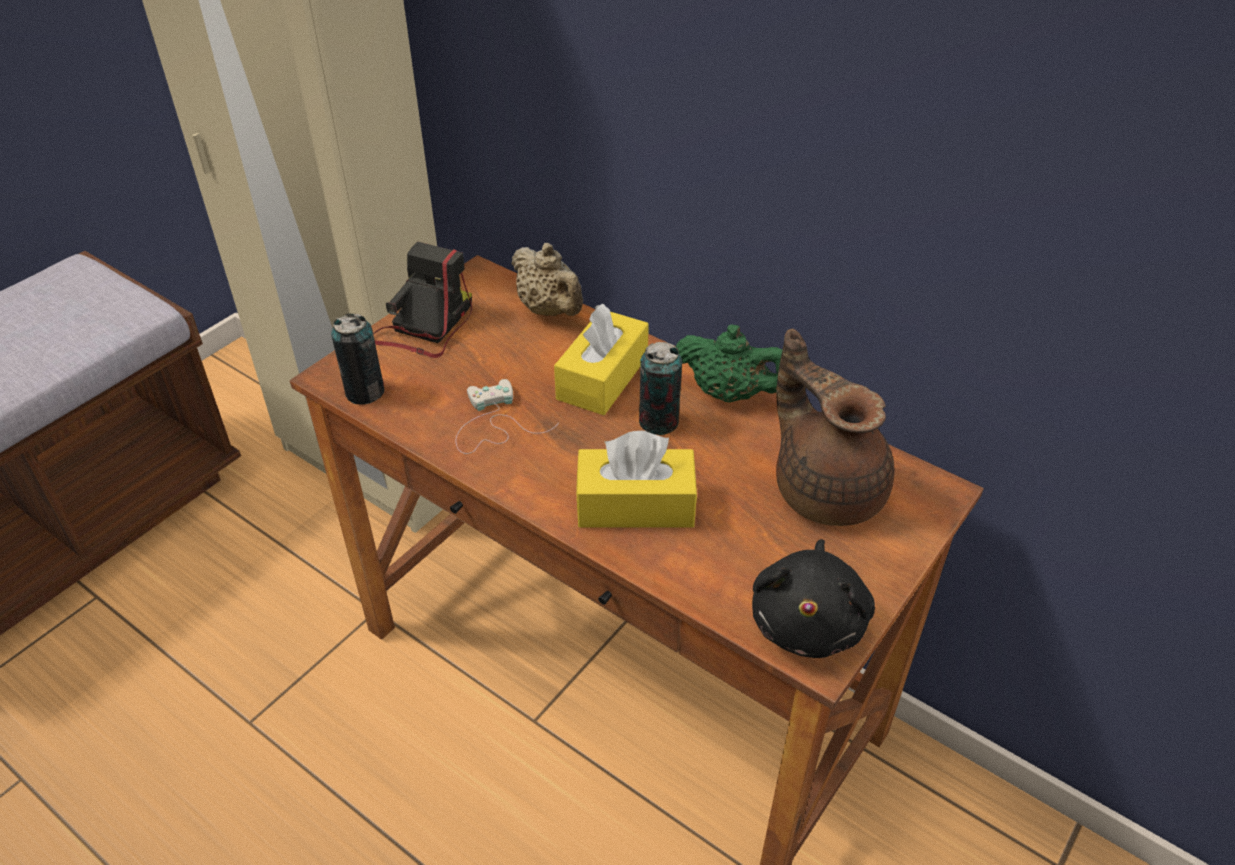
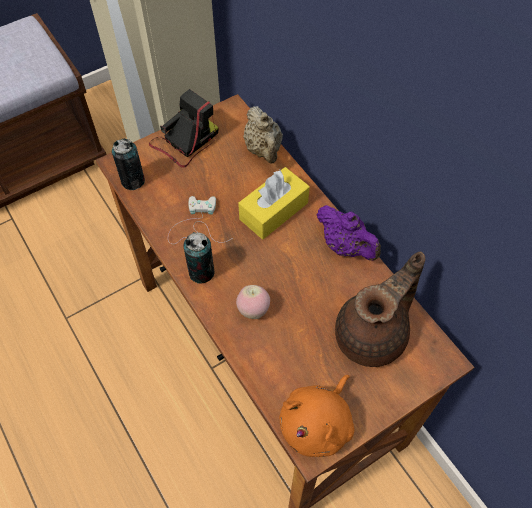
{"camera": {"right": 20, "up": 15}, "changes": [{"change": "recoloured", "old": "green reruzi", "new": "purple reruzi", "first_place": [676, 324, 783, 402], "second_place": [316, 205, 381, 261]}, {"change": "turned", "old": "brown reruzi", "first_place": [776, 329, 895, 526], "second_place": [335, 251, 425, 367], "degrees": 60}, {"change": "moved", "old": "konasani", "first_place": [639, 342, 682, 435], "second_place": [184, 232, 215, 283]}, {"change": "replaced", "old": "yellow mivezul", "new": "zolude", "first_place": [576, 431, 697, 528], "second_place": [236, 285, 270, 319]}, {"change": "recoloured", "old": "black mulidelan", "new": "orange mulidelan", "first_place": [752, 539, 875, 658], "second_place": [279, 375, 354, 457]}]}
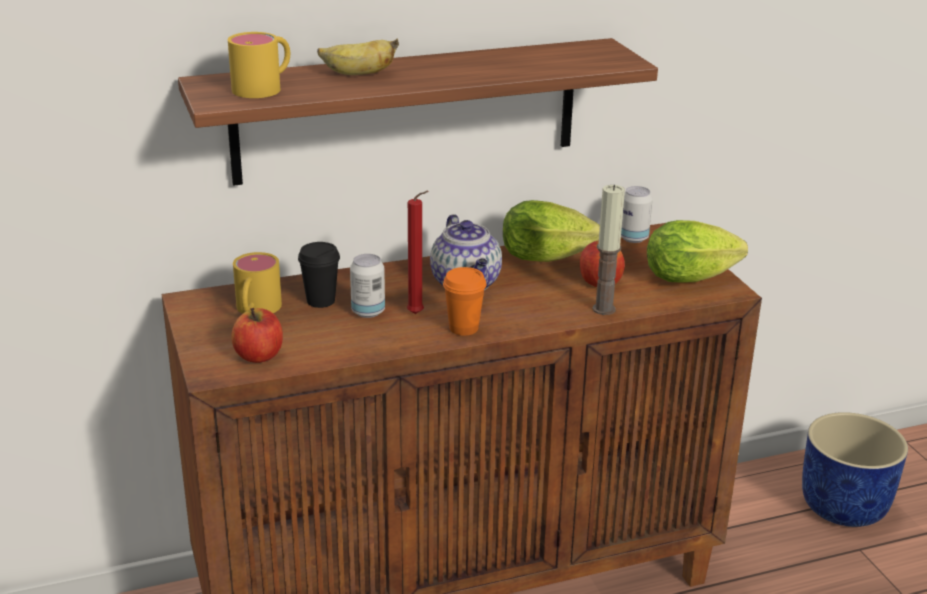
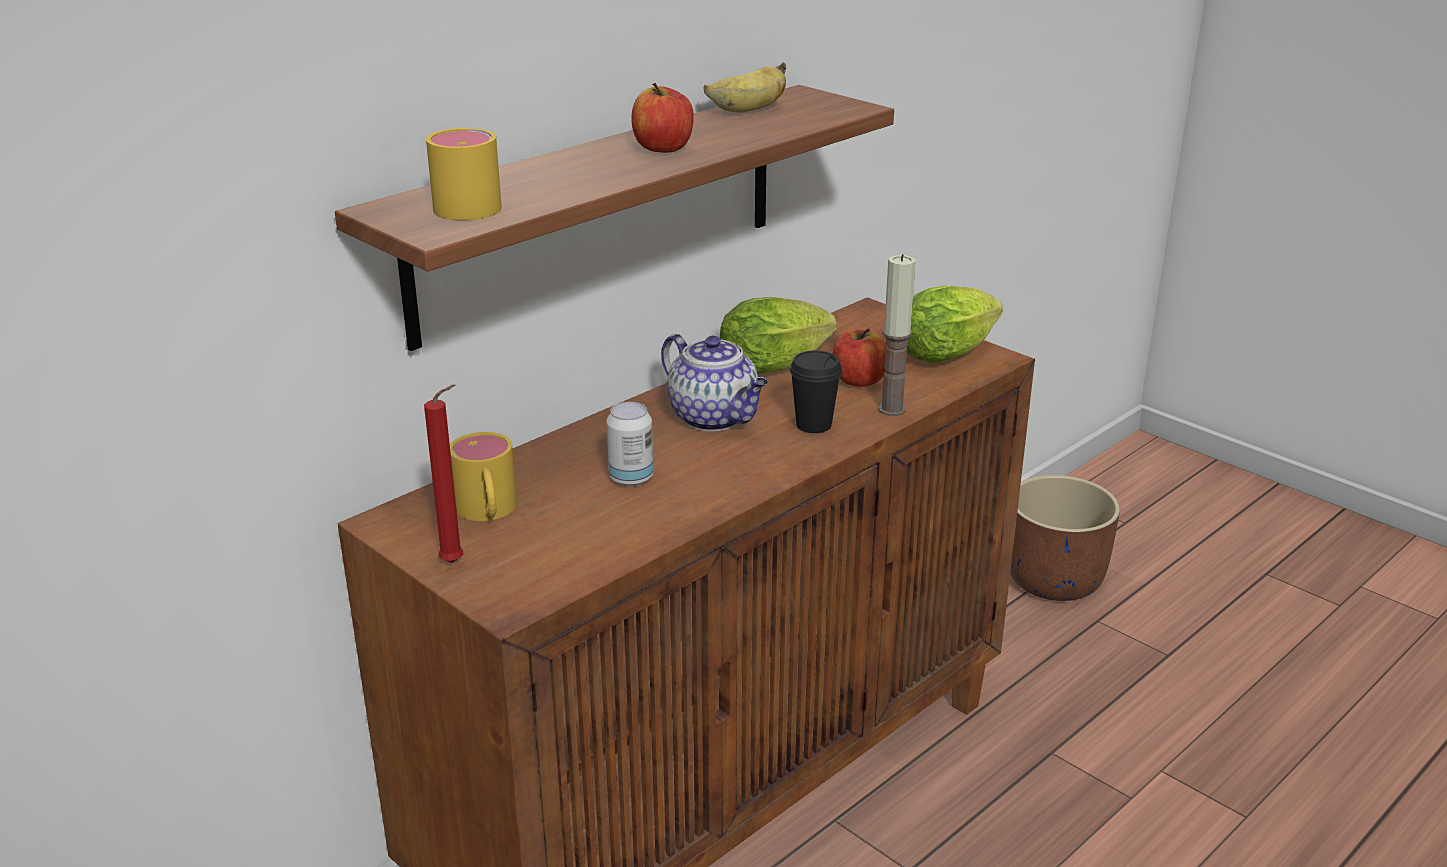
{"camera": {"right": -25, "up": 0}, "changes": [{"change": "moved", "old": "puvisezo", "first_place": [317, 39, 399, 75], "second_place": [704, 62, 786, 113]}, {"change": "removed", "old": "konasani", "first_place": [621, 186, 653, 243]}, {"change": "moved", "old": "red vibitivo", "first_place": [407, 191, 429, 314], "second_place": [424, 384, 463, 563]}, {"change": "moved", "old": "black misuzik", "first_place": [298, 242, 340, 308], "second_place": [790, 350, 842, 433]}, {"change": "removed", "old": "orange misuzik", "first_place": [443, 267, 486, 336]}, {"change": "moved", "old": "zolude", "first_place": [232, 308, 283, 363], "second_place": [631, 83, 694, 153]}, {"change": "recoloured", "old": "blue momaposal", "new": "brown momaposal", "first_place": [802, 412, 908, 527], "second_place": [1010, 475, 1120, 601]}]}
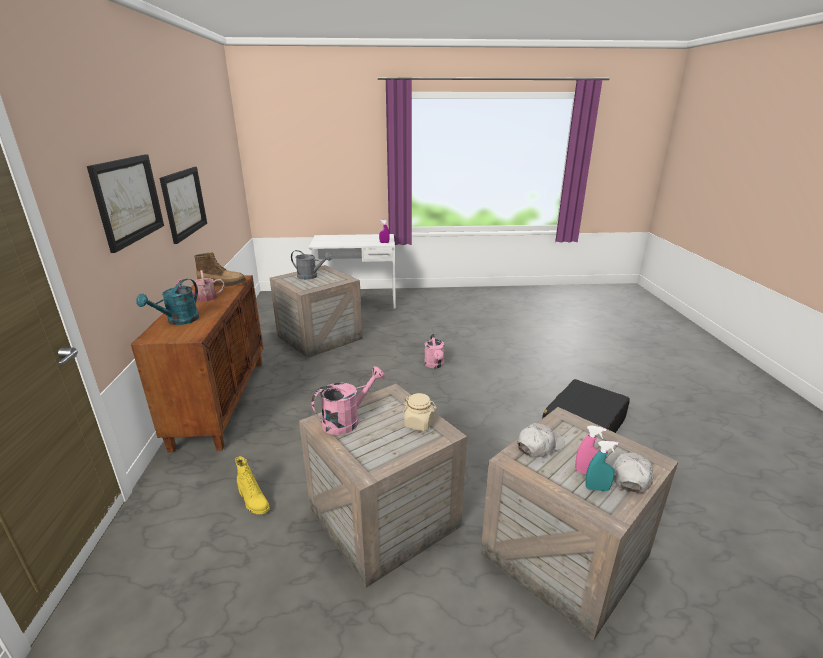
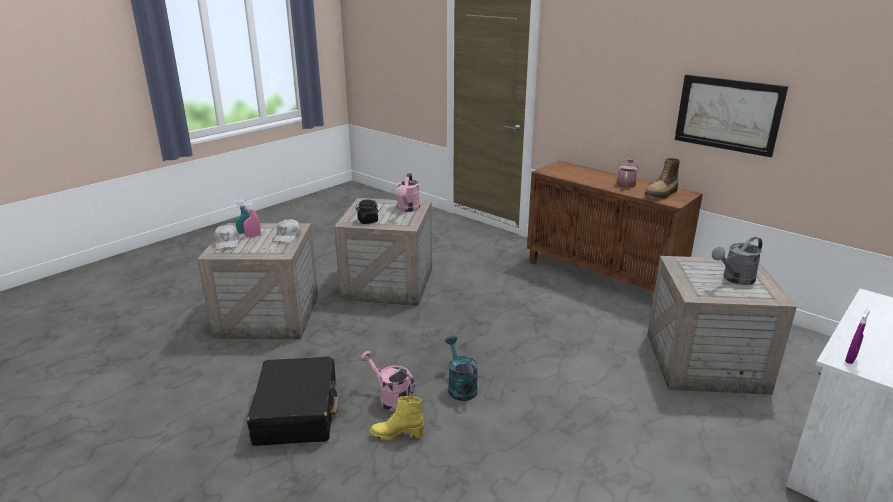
{"camera": {"right": 135, "up": 0}, "changes": [{"change": "removed", "old": "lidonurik", "first_place": [87, 154, 164, 253]}, {"change": "moved", "old": "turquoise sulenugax", "first_place": [136, 279, 199, 325], "second_place": [445, 336, 478, 401]}, {"change": "moved", "old": "pink sulenugax", "first_place": [424, 334, 444, 368], "second_place": [360, 351, 415, 411]}, {"change": "recoloured", "old": "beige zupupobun", "new": "black zupupobun", "first_place": [403, 393, 436, 431], "second_place": [355, 200, 379, 224]}, {"change": "moved", "old": "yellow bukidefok", "first_place": [235, 456, 270, 515], "second_place": [370, 396, 424, 440]}]}
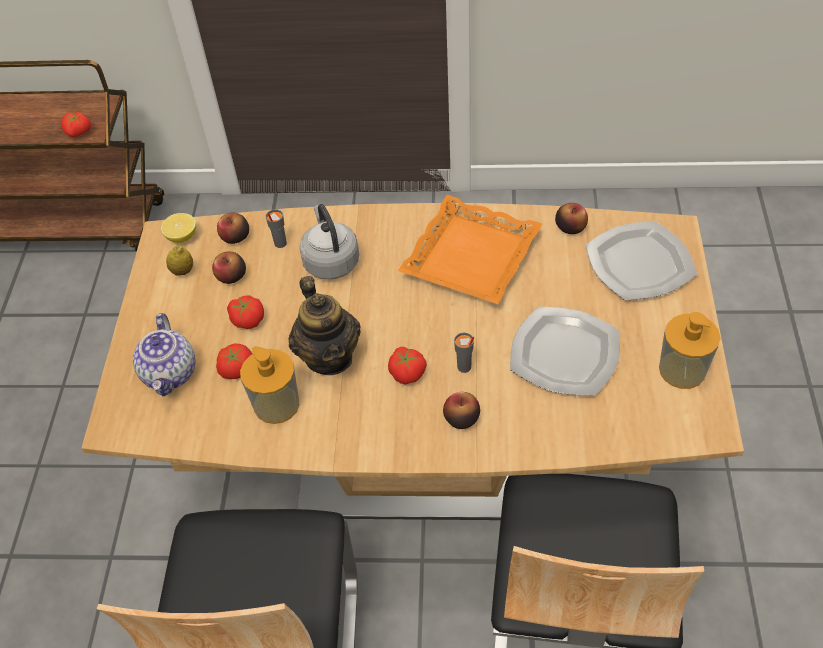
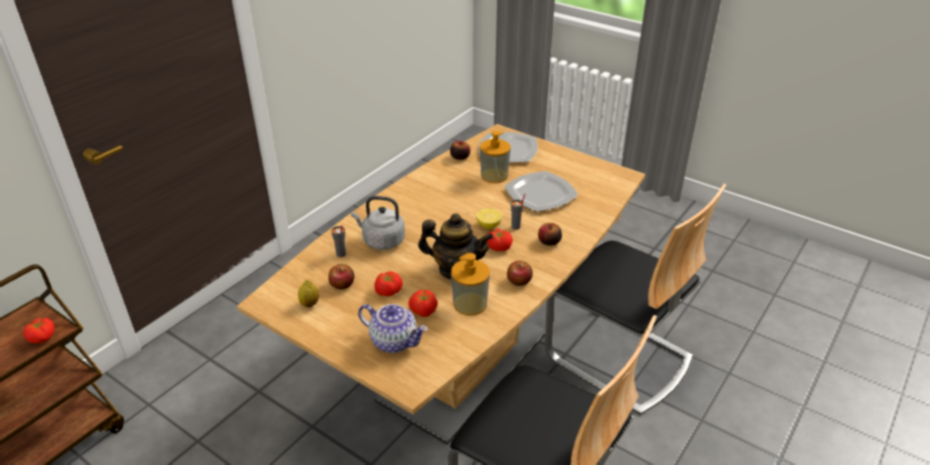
{"camera": {"right": -60, "up": -15}, "changes": [{"change": "removed", "old": "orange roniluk", "first_place": [398, 195, 542, 304]}, {"change": "moved", "old": "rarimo", "first_place": [161, 213, 196, 243], "second_place": [476, 209, 502, 229]}, {"change": "moved", "old": "zolude", "first_place": [217, 213, 249, 244], "second_place": [507, 261, 533, 286]}, {"change": "moved", "old": "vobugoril", "first_place": [659, 312, 720, 389], "second_place": [480, 131, 511, 183]}]}
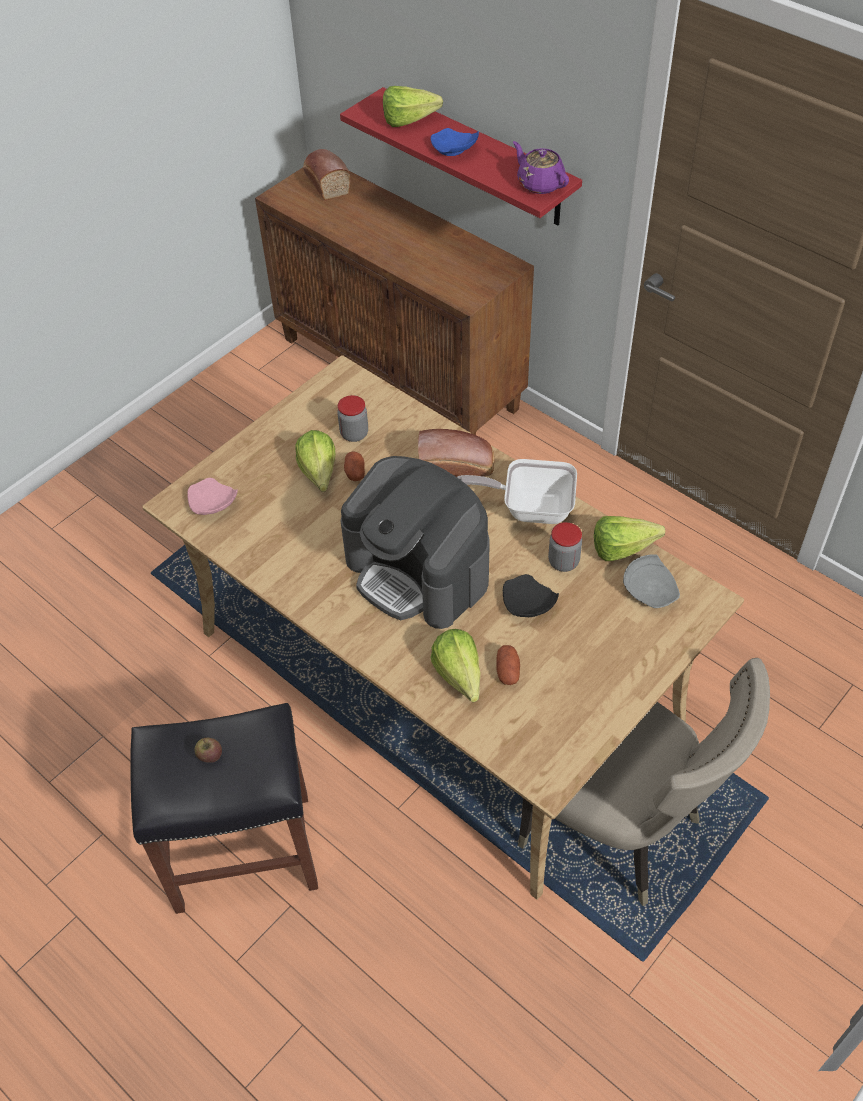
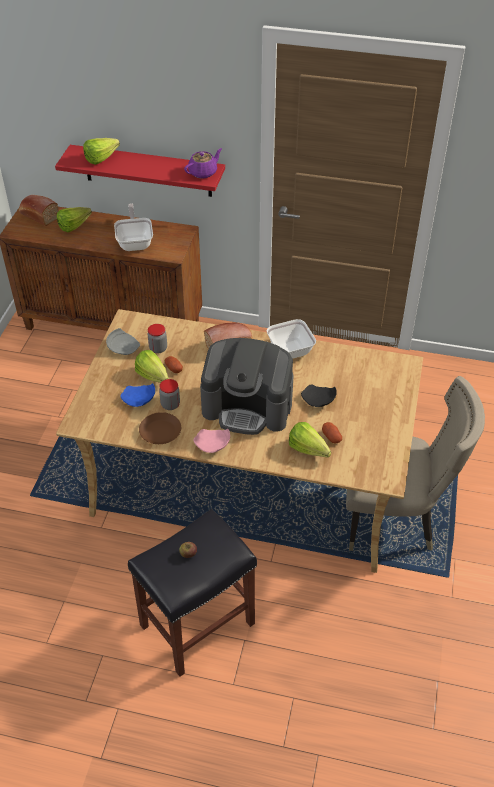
{"camera": {"right": -30, "up": -5}, "changes": [{"change": "moved", "old": "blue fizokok", "first_place": [431, 128, 479, 156], "second_place": [120, 383, 155, 407]}, {"change": "turned", "old": "purple reruzi", "first_place": [513, 141, 569, 194], "second_place": [184, 148, 222, 179], "degrees": 120}, {"change": "moved", "old": "pink fizokok", "first_place": [187, 478, 238, 515], "second_place": [194, 429, 230, 453]}, {"change": "moved", "old": "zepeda", "first_place": [594, 516, 665, 561], "second_place": [57, 207, 92, 232]}, {"change": "moved", "old": "zupupobun", "first_place": [548, 522, 582, 572], "second_place": [159, 379, 180, 410]}, {"change": "moved", "old": "grey fizokok", "first_place": [623, 554, 680, 608], "second_place": [106, 328, 140, 355]}, {"change": "added", "new": "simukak", "second_place": [114, 204, 153, 251]}, {"change": "added", "new": "brown fizokok", "second_place": [139, 412, 181, 444]}]}
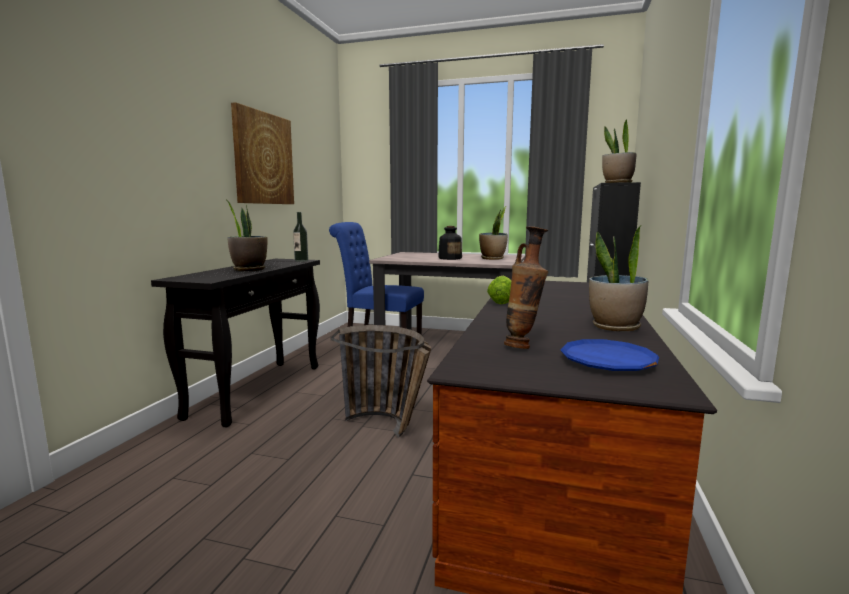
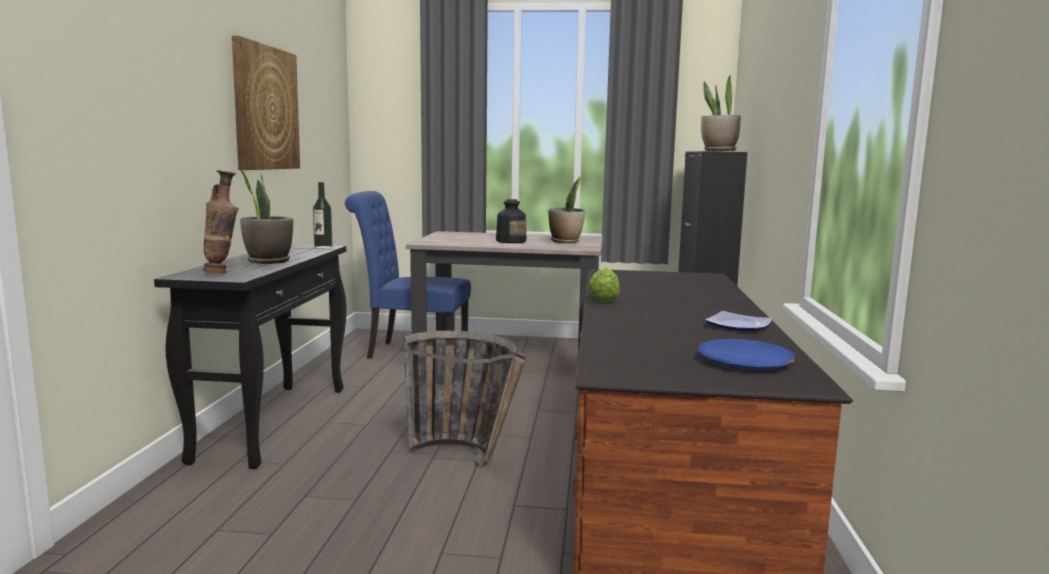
{"camera": {"right": -10, "up": 0}, "changes": [{"change": "replaced", "old": "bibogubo", "new": "fizokok", "first_place": [589, 225, 648, 332], "second_place": [704, 311, 773, 332]}, {"change": "moved", "old": "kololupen", "first_place": [504, 226, 548, 349], "second_place": [203, 170, 239, 273]}]}
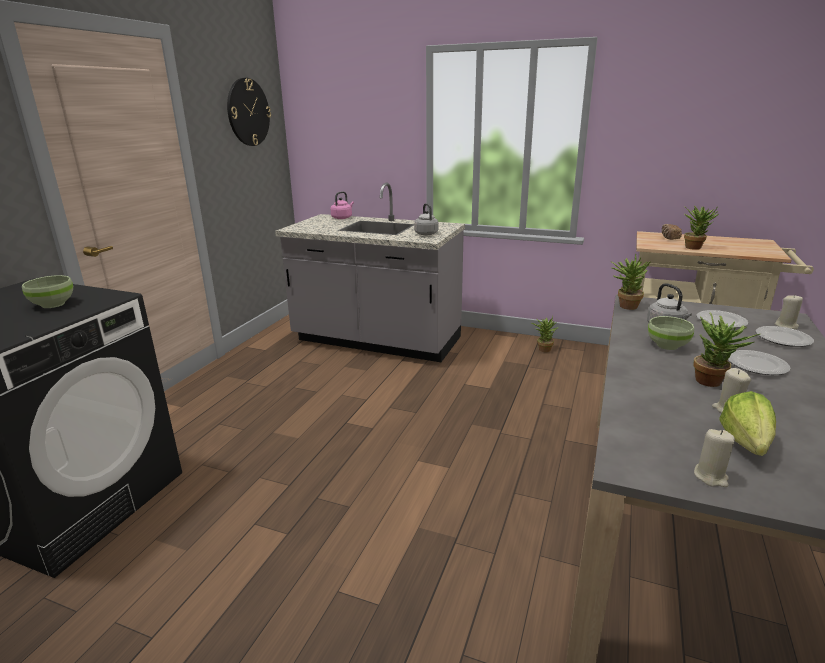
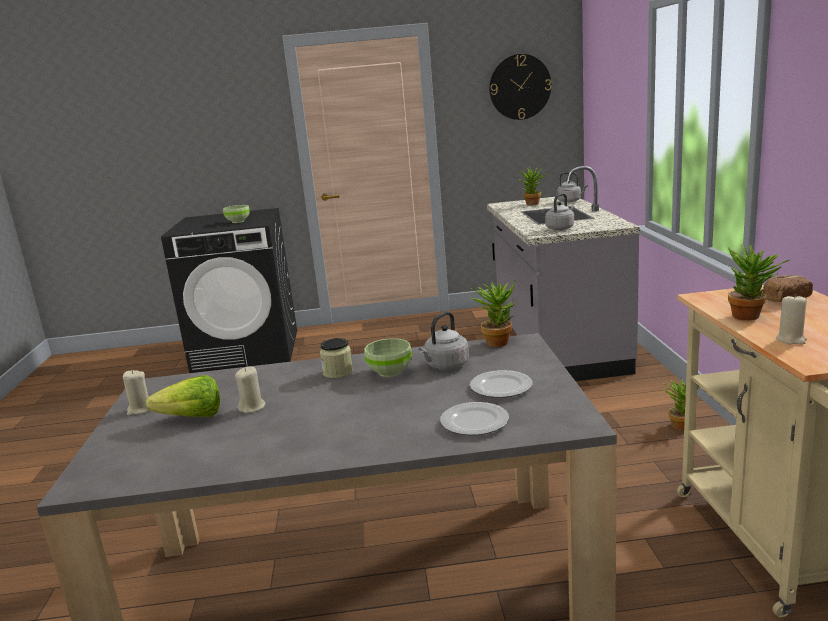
{"camera": {"right": 65, "up": -5}, "changes": [{"change": "recoloured", "old": "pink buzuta", "new": "grey buzuta", "first_place": [330, 191, 354, 219], "second_place": [557, 172, 588, 203]}, {"change": "moved", "old": "beige vibitivo", "first_place": [775, 294, 803, 329], "second_place": [776, 294, 807, 345]}, {"change": "moved", "old": "bibogubo", "first_place": [693, 313, 760, 387], "second_place": [519, 167, 545, 205]}, {"change": "removed", "old": "fizokok", "first_place": [729, 350, 790, 375]}, {"change": "added", "new": "zupupobun", "second_place": [320, 338, 353, 379]}]}
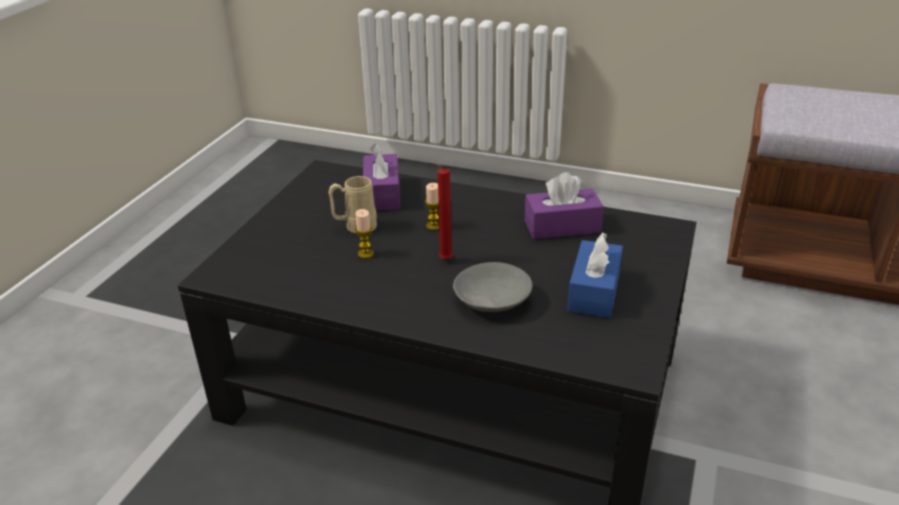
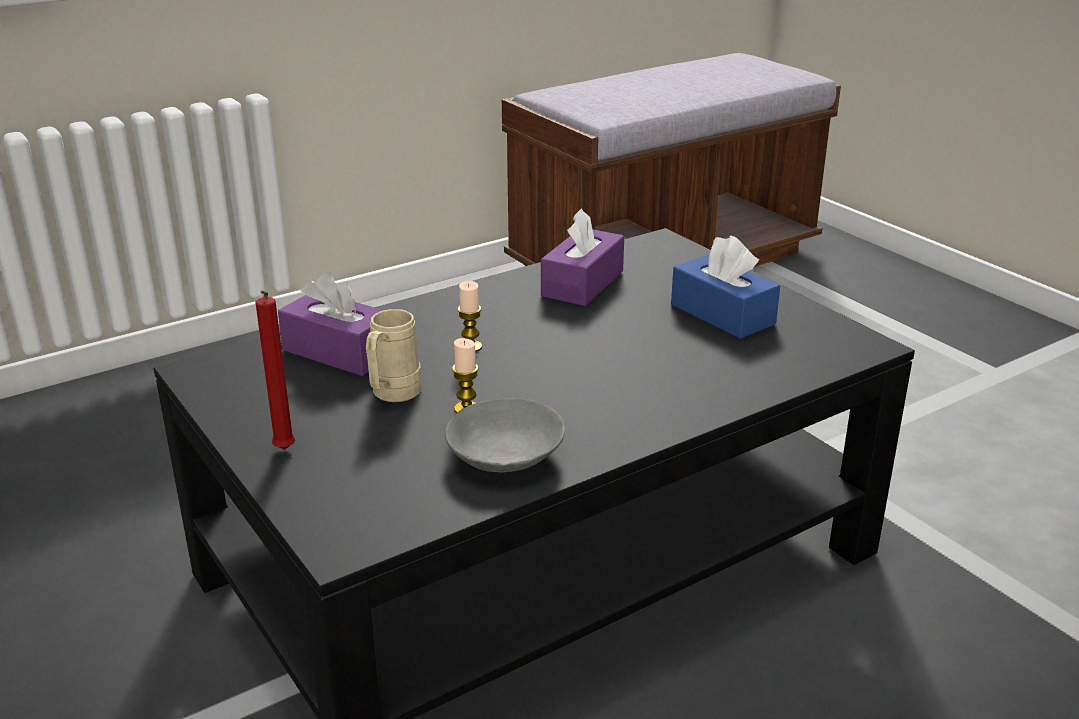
{"camera": {"right": -55, "up": -5}, "changes": [{"change": "moved", "old": "red vibitivo", "first_place": [434, 164, 453, 260], "second_place": [255, 291, 295, 449]}, {"change": "moved", "old": "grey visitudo", "first_place": [453, 262, 533, 312], "second_place": [445, 398, 565, 472]}]}
